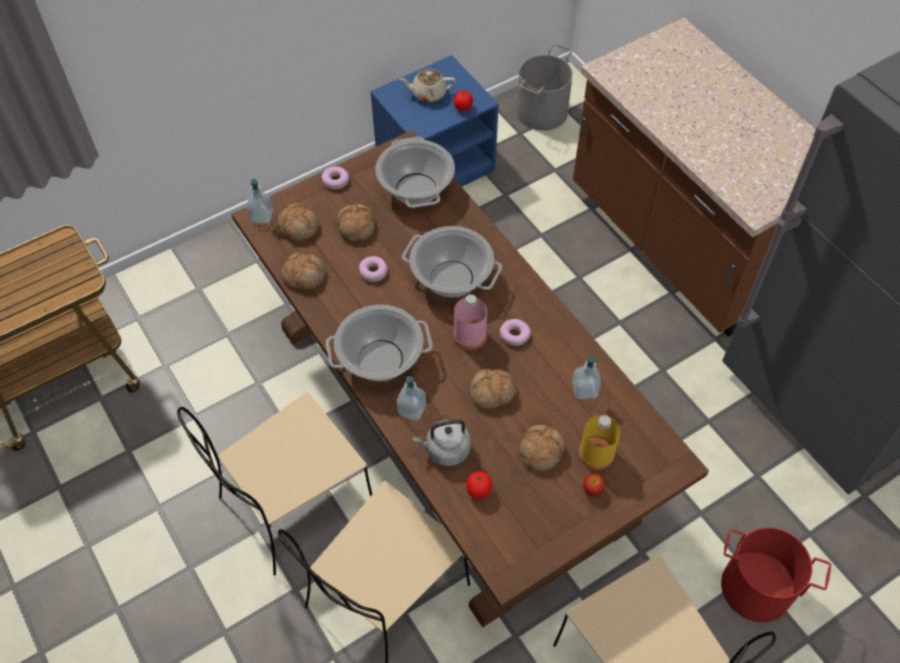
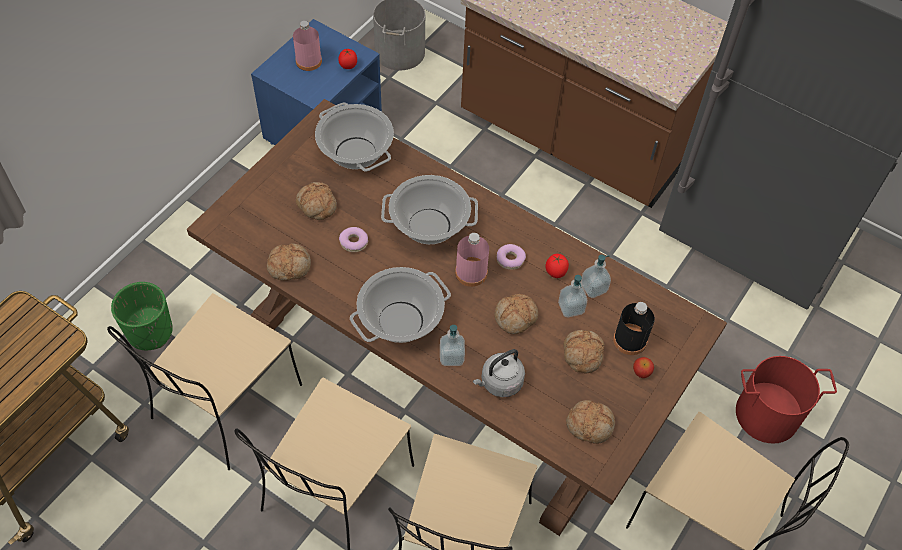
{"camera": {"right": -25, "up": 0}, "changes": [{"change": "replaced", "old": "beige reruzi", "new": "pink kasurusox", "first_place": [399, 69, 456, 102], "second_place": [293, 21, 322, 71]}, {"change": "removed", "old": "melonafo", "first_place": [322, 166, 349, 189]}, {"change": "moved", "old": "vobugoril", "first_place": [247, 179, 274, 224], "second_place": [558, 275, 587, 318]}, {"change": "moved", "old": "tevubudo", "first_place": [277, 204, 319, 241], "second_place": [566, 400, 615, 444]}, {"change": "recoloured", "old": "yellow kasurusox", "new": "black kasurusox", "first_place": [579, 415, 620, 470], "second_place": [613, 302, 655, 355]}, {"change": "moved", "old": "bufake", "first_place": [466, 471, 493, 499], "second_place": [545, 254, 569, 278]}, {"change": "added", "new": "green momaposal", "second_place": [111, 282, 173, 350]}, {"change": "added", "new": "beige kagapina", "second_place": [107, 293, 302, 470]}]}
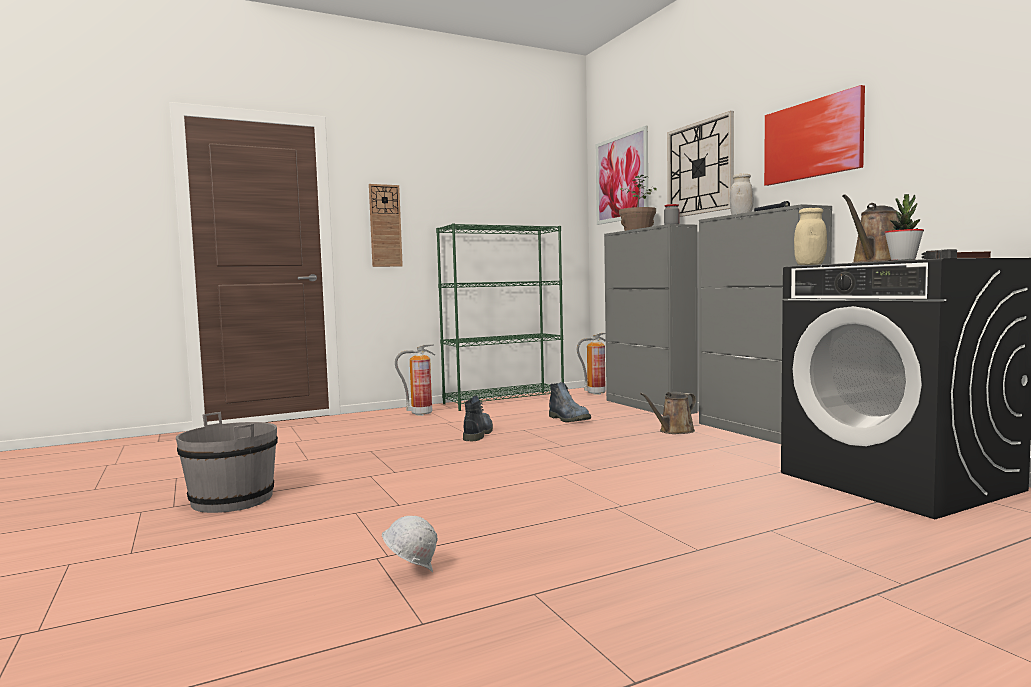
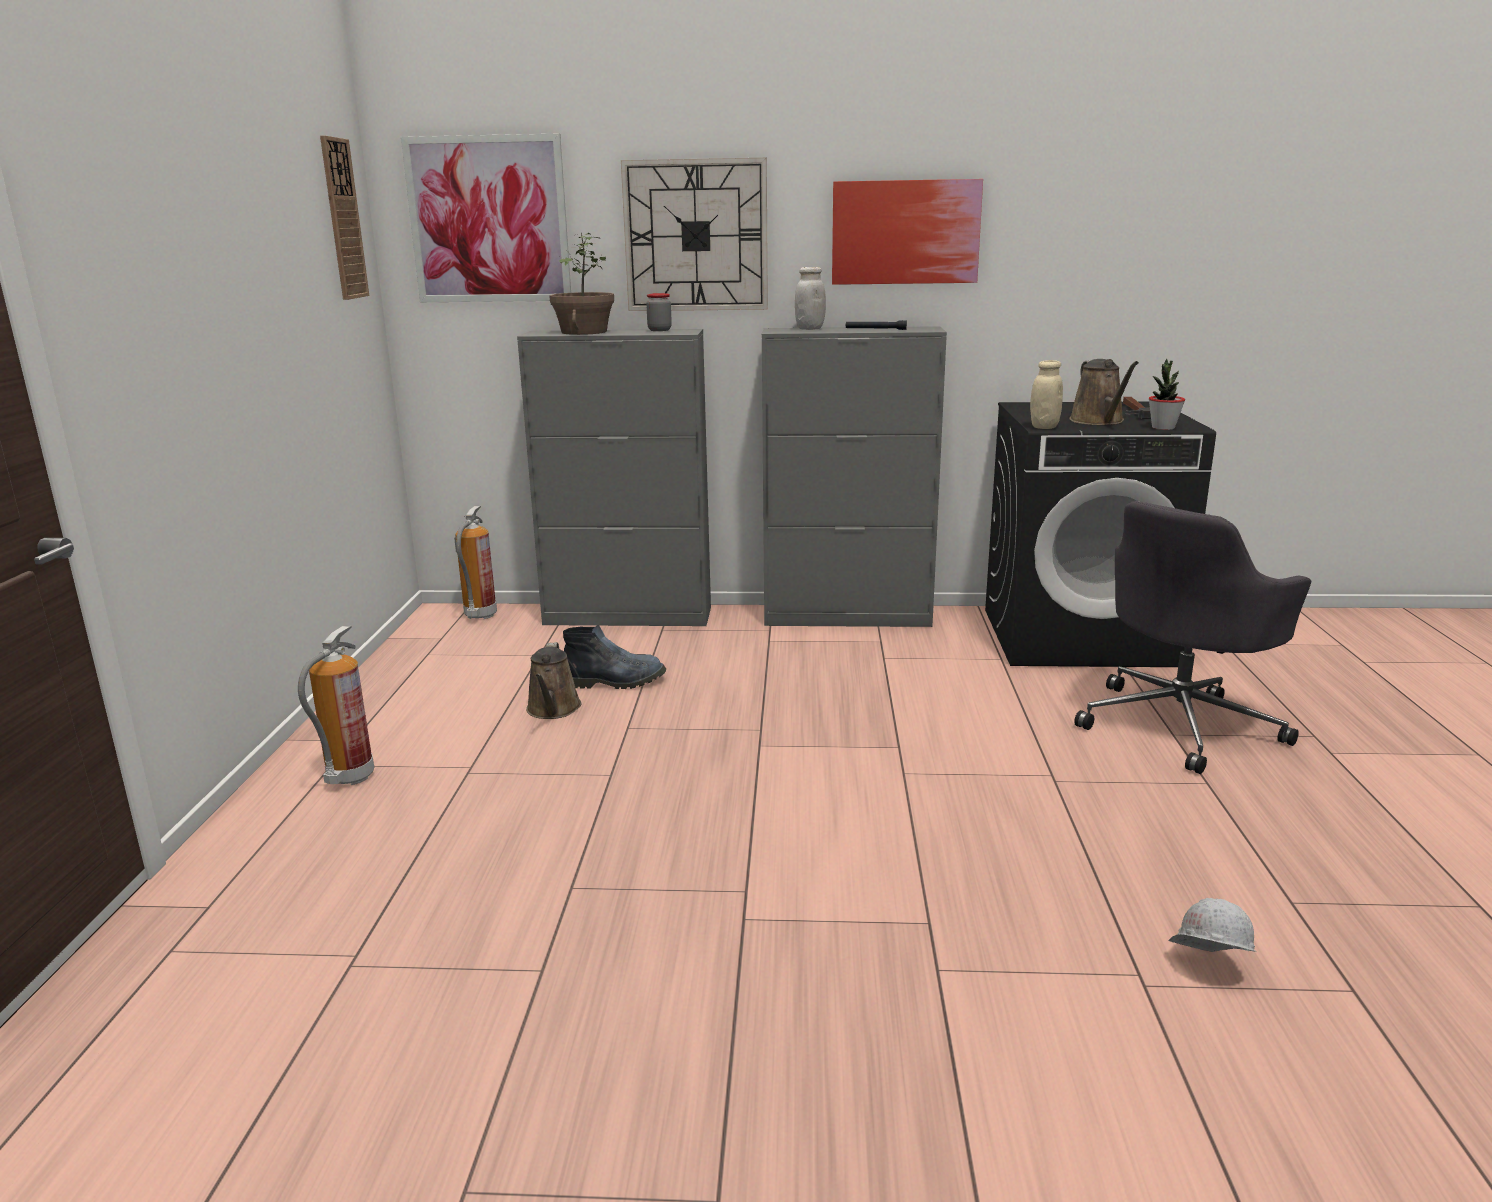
{"camera": {"right": -60, "up": 15}, "changes": [{"change": "moved", "old": "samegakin", "first_place": [369, 184, 403, 267], "second_place": [320, 135, 369, 300]}, {"change": "removed", "old": "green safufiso", "first_place": [436, 223, 564, 411]}, {"change": "moved", "old": "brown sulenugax", "first_place": [640, 392, 696, 434], "second_place": [526, 642, 582, 719]}, {"change": "removed", "old": "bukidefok", "first_place": [463, 396, 493, 441]}, {"change": "removed", "old": "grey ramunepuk", "first_place": [176, 412, 278, 513]}, {"change": "added", "new": "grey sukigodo", "second_place": [1074, 501, 1311, 774]}]}
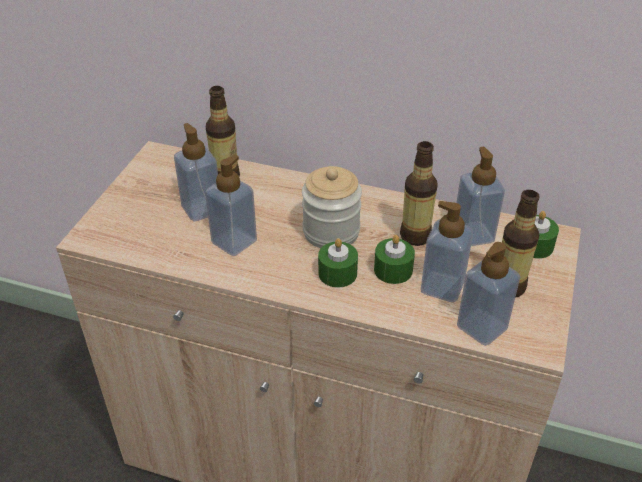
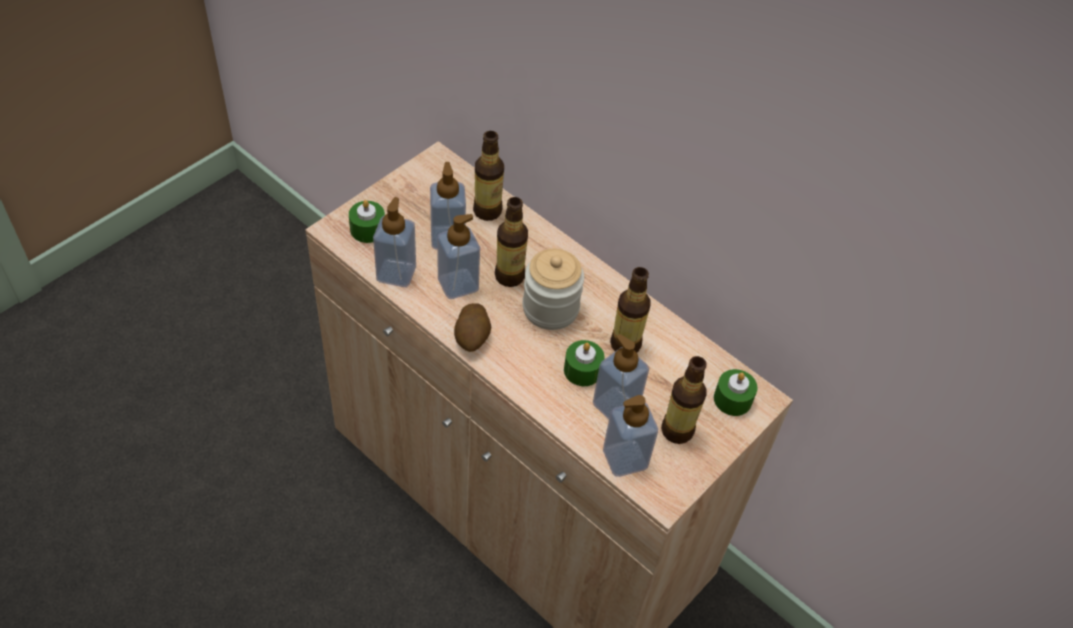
{"camera": {"right": 20, "up": 10}, "changes": [{"change": "moved", "old": "vobugoril", "first_place": [457, 147, 505, 246], "second_place": [373, 197, 416, 287]}, {"change": "moved", "old": "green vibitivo", "first_place": [318, 238, 358, 288], "second_place": [349, 200, 385, 243]}, {"change": "added", "new": "kasurusox", "second_place": [495, 197, 528, 287]}, {"change": "added", "new": "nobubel", "second_place": [454, 303, 491, 352]}]}
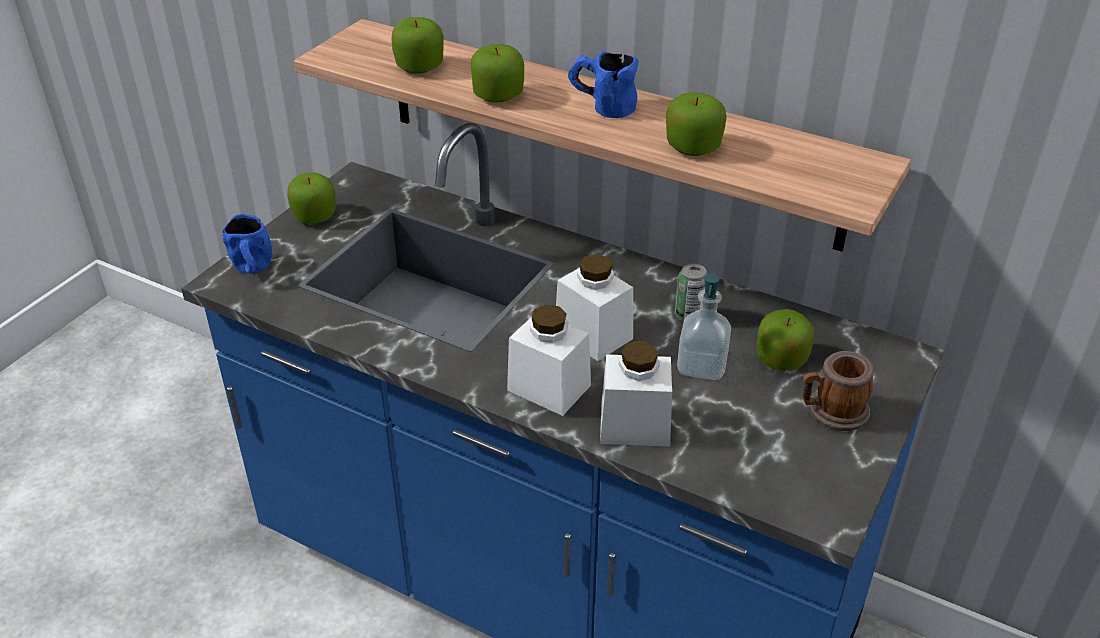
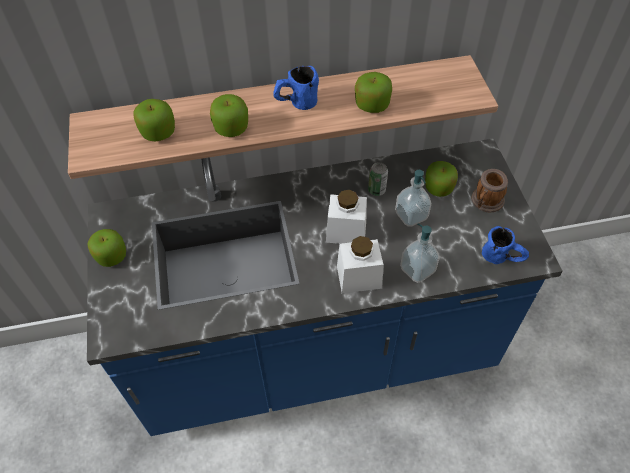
{"camera": {"right": -40, "up": 15}, "changes": [{"change": "moved", "old": "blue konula", "first_place": [222, 214, 272, 273], "second_place": [482, 226, 529, 264]}, {"change": "replaced", "old": "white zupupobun", "new": "vobugoril", "first_place": [600, 341, 672, 447], "second_place": [400, 223, 440, 283]}]}
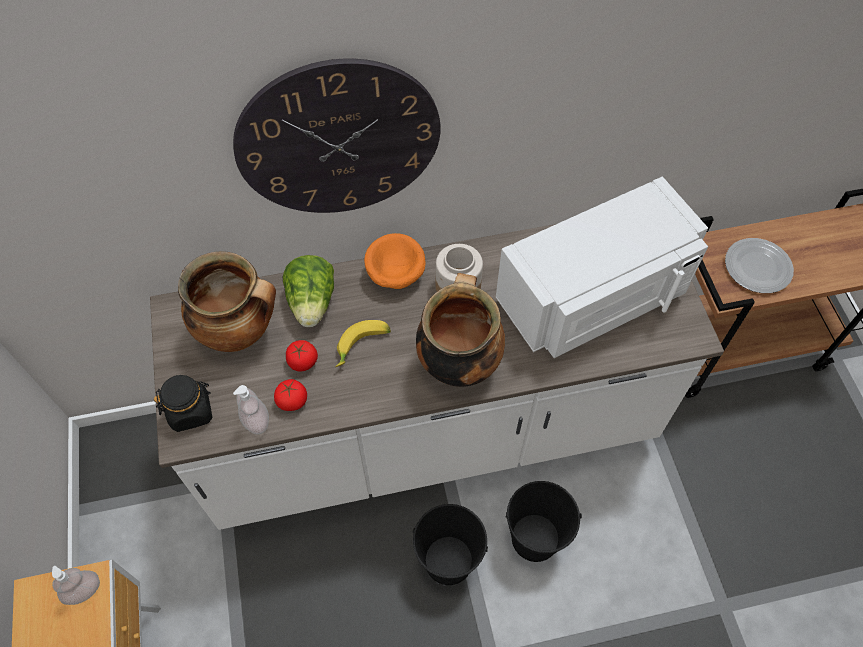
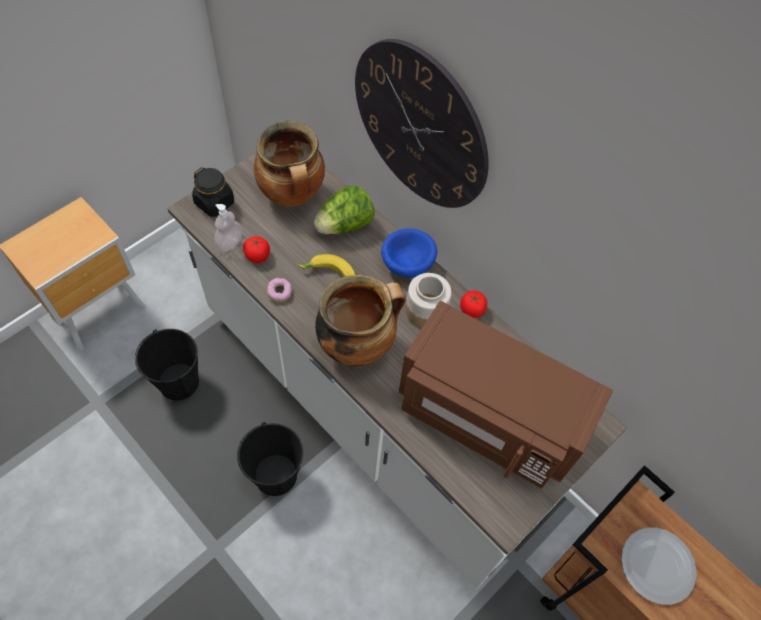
{"camera": {"right": 55, "up": 0}, "changes": [{"change": "recoloured", "old": "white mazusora", "new": "brown mazusora", "first_place": [496, 177, 708, 358], "second_place": [399, 301, 613, 488]}, {"change": "recoloured", "old": "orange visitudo", "new": "blue visitudo", "first_place": [364, 233, 426, 289], "second_place": [381, 228, 437, 278]}, {"change": "moved", "old": "bufake", "first_place": [286, 340, 318, 372], "second_place": [460, 291, 487, 318]}, {"change": "moved", "old": "black ramunepuk", "first_place": [506, 481, 582, 562], "second_place": [135, 329, 199, 401]}, {"change": "removed", "old": "vobugoril", "first_place": [52, 566, 100, 605]}, {"change": "added", "new": "melonafo", "second_place": [267, 278, 292, 302]}]}
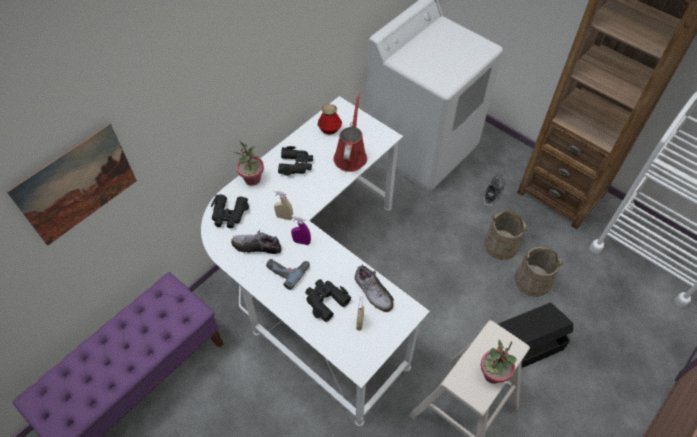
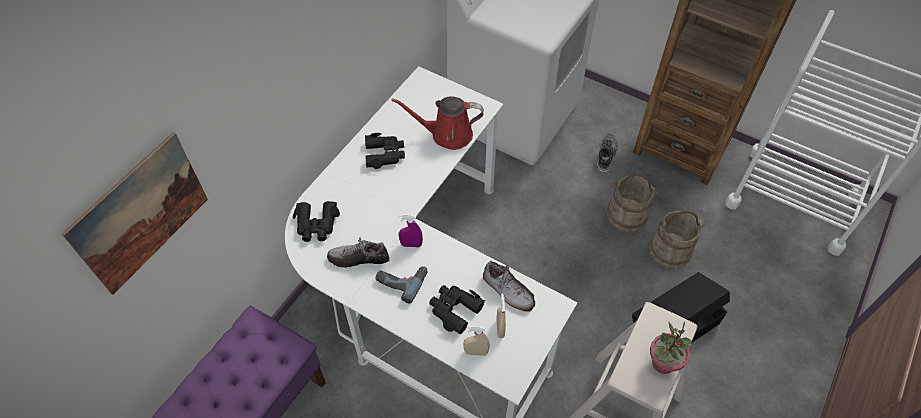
{"camera": {"right": -10, "up": 0}, "changes": [{"change": "turned", "old": "red sulenugax", "first_place": [333, 94, 367, 172], "second_place": [391, 96, 484, 150], "degrees": -90}, {"change": "removed", "old": "kasurusox", "first_place": [317, 104, 342, 134]}, {"change": "removed", "old": "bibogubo", "first_place": [234, 142, 264, 186]}, {"change": "moved", "old": "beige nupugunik", "first_place": [274, 190, 293, 220], "second_place": [463, 325, 490, 356]}]}
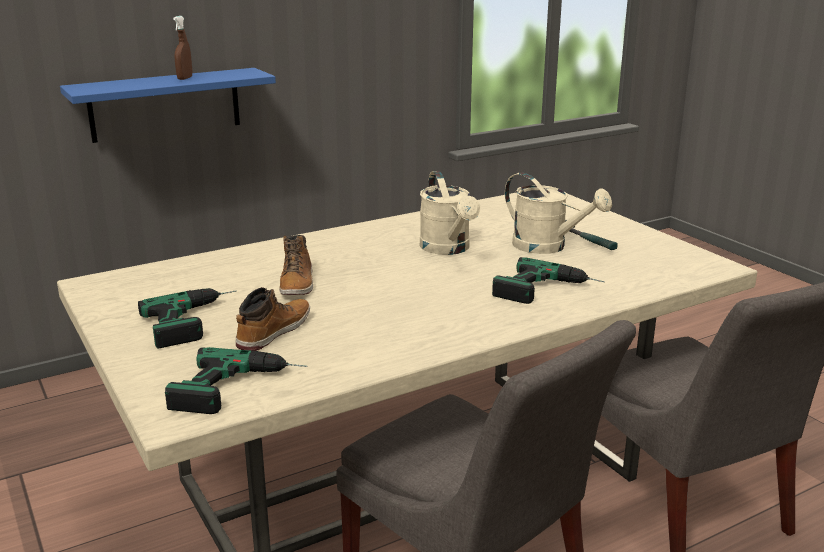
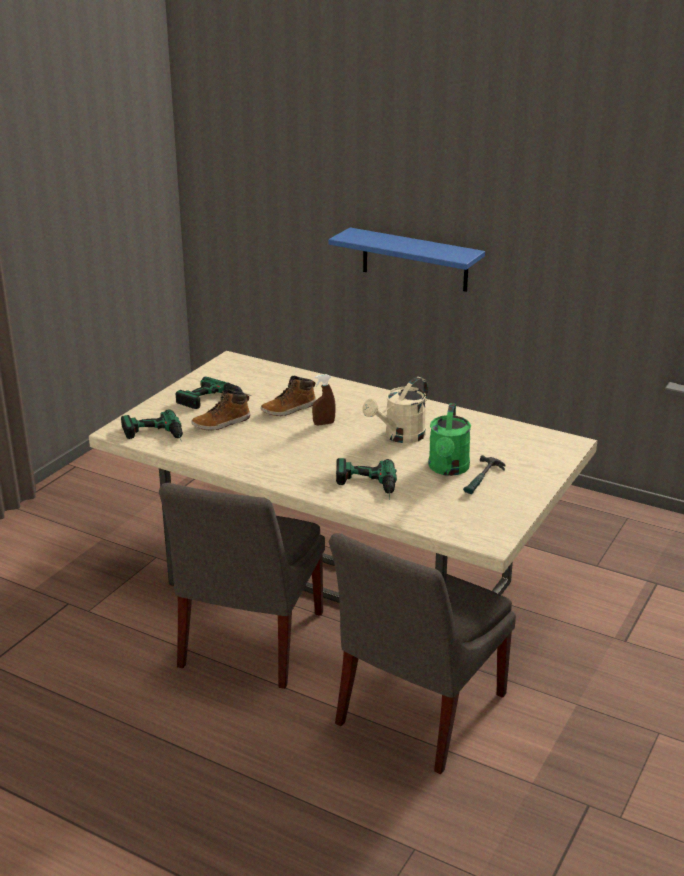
{"camera": {"right": 60, "up": 5}, "changes": [{"change": "moved", "old": "brown nupugunik", "first_place": [173, 16, 192, 80], "second_place": [312, 374, 336, 425]}, {"change": "recoloured", "old": "beige sulenugax", "new": "green sulenugax", "first_place": [505, 173, 612, 254], "second_place": [428, 404, 471, 476]}, {"change": "turned", "old": "bukidefok", "first_place": [236, 287, 310, 351], "second_place": [191, 389, 250, 430], "degrees": 150}]}
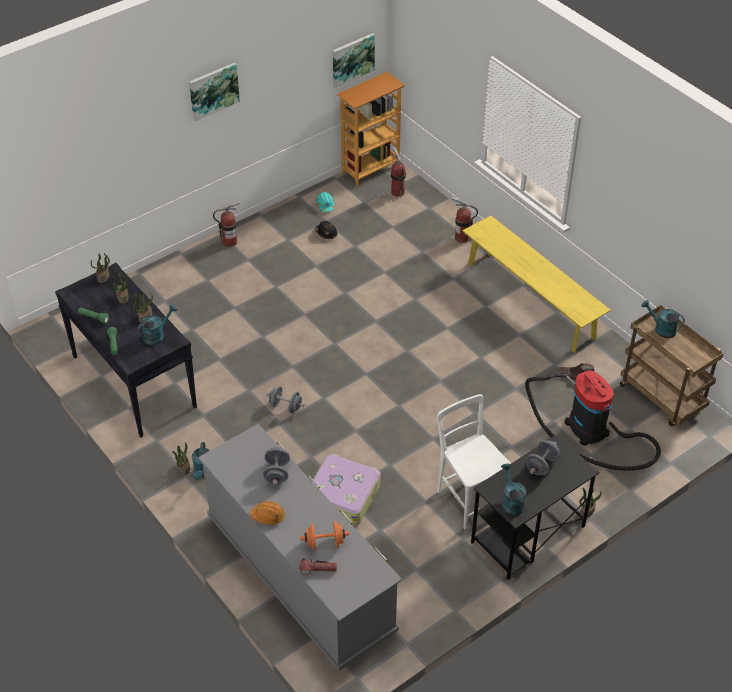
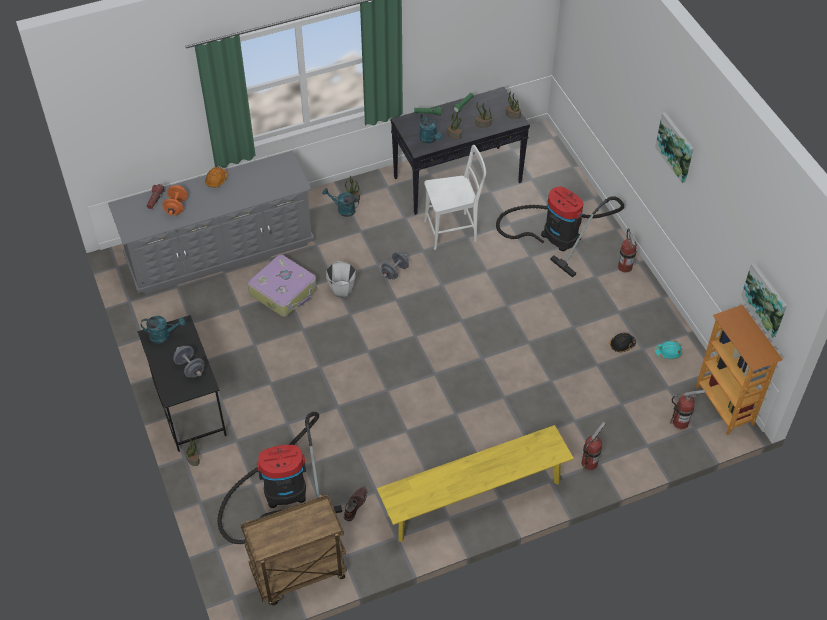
{"camera": {"right": 105, "up": 5}, "changes": [{"change": "removed", "old": "turquoise sulenugax", "first_place": [641, 300, 685, 338]}, {"change": "moved", "old": "white kagapina", "first_place": [437, 394, 511, 529], "second_place": [424, 145, 486, 250]}, {"change": "removed", "old": "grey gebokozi", "first_place": [263, 446, 290, 486]}, {"change": "added", "new": "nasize", "second_place": [496, 186, 624, 277]}, {"change": "added", "new": "white ramunepuk", "second_place": [326, 261, 356, 298]}]}
